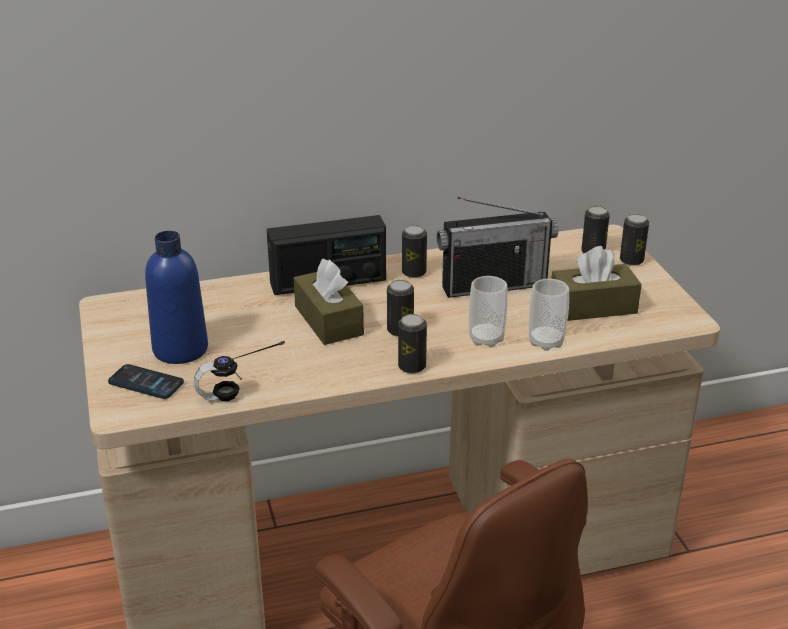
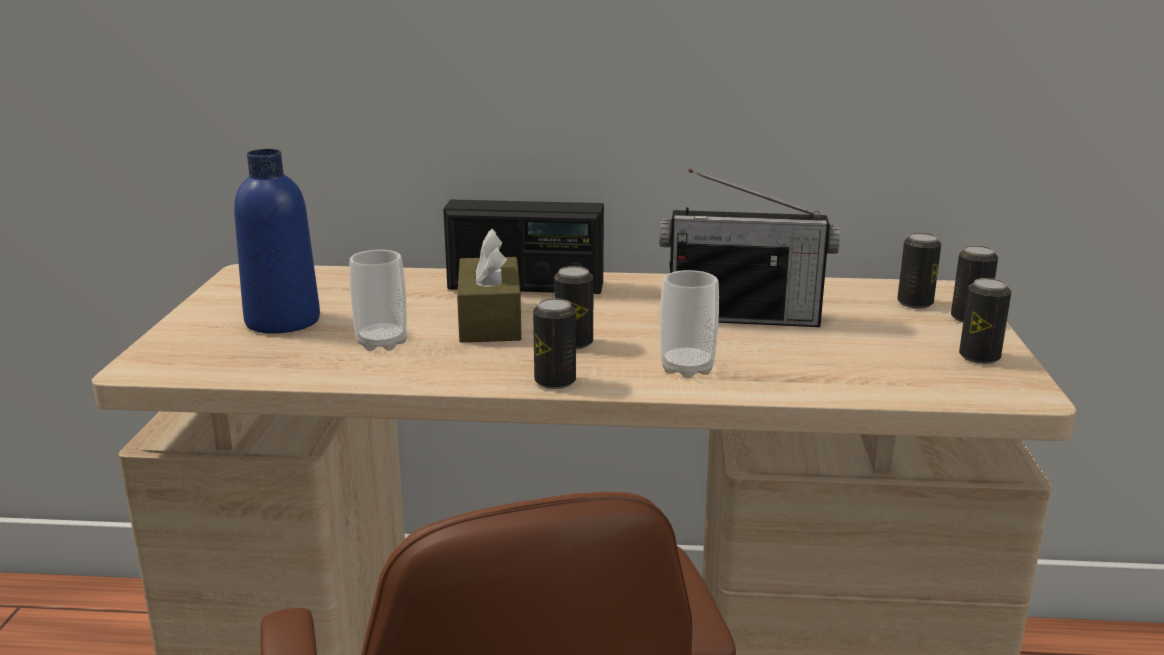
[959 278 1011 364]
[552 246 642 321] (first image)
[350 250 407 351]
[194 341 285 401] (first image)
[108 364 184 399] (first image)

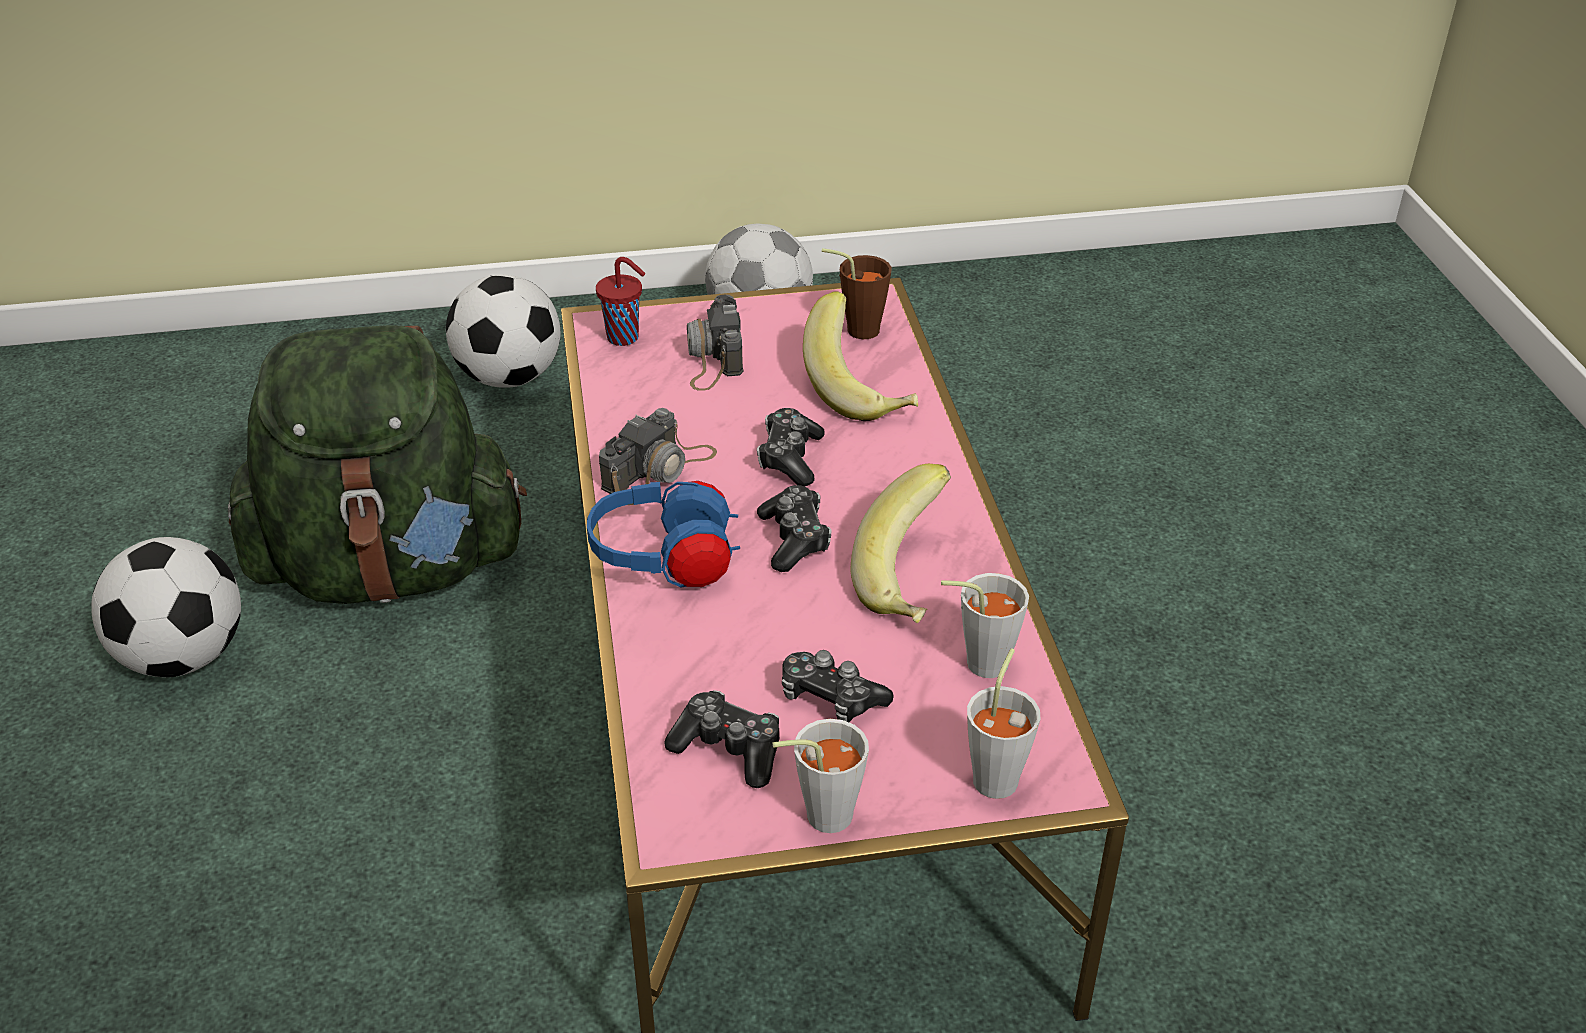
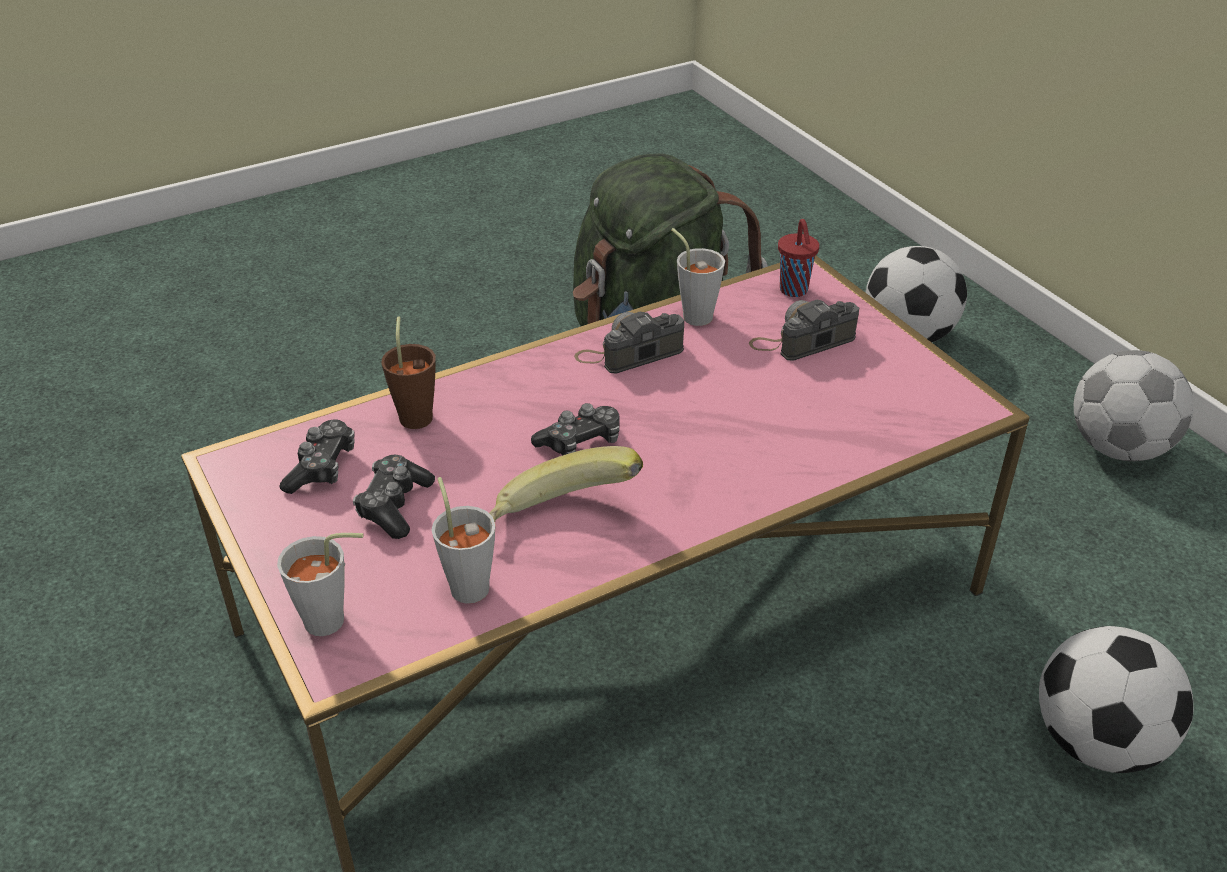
[381 316 436 429]
[803 291 918 421] (first image)
[574 312 684 373]
[757 408 825 486] (first image)
[587 481 740 588] (first image)
[1039 626 1193 773]
[671 228 725 326]

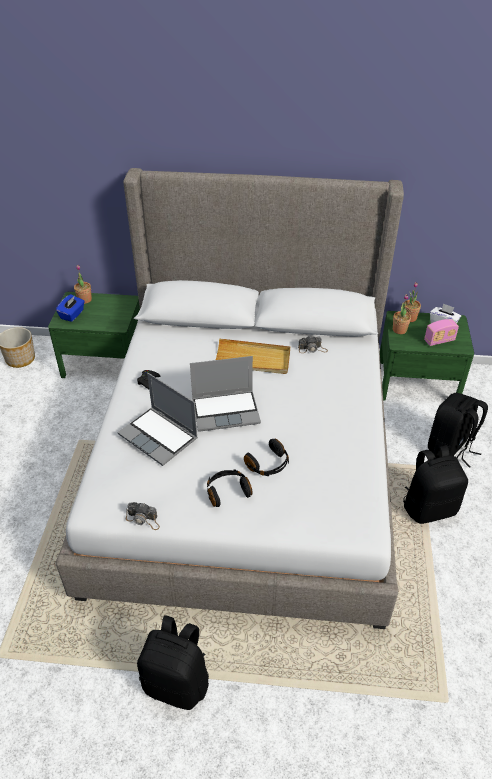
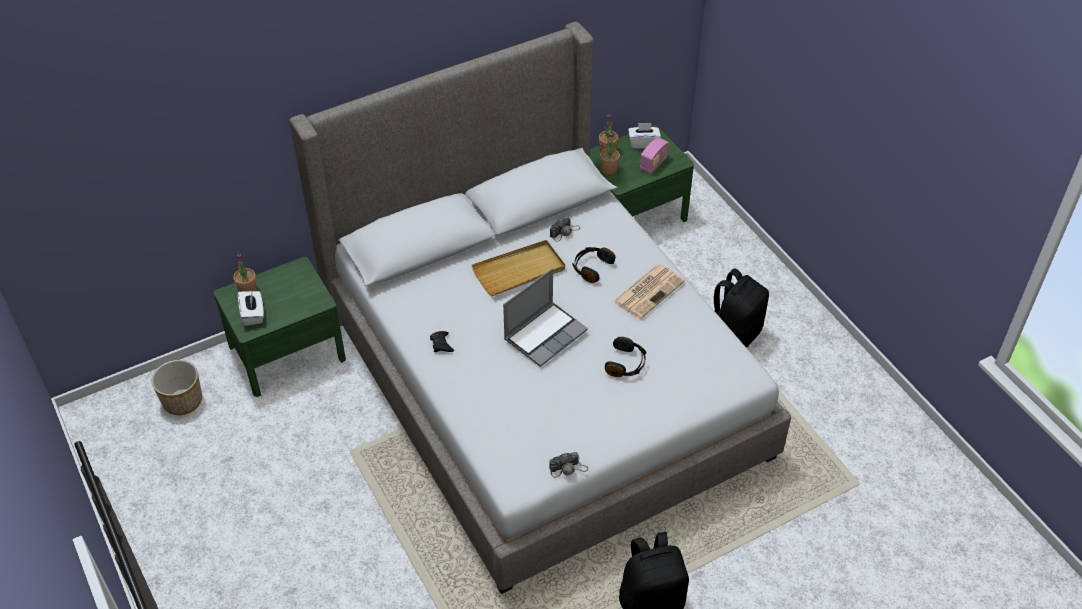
[238 291 264 326]
[118 373 198 466] (first image)
[428 393 488 468] (first image)
[572 247 615 283]
[613 264 685 319]

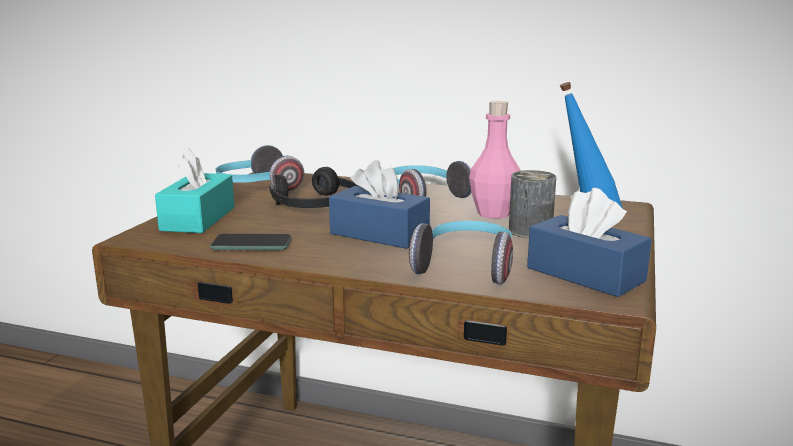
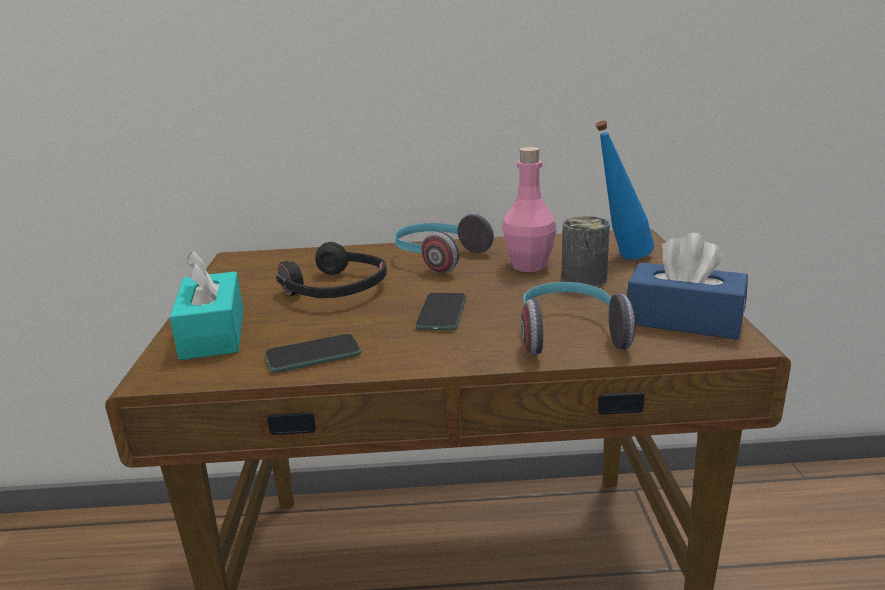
[215 145 304 192] (first image)
[415 293 466 330]

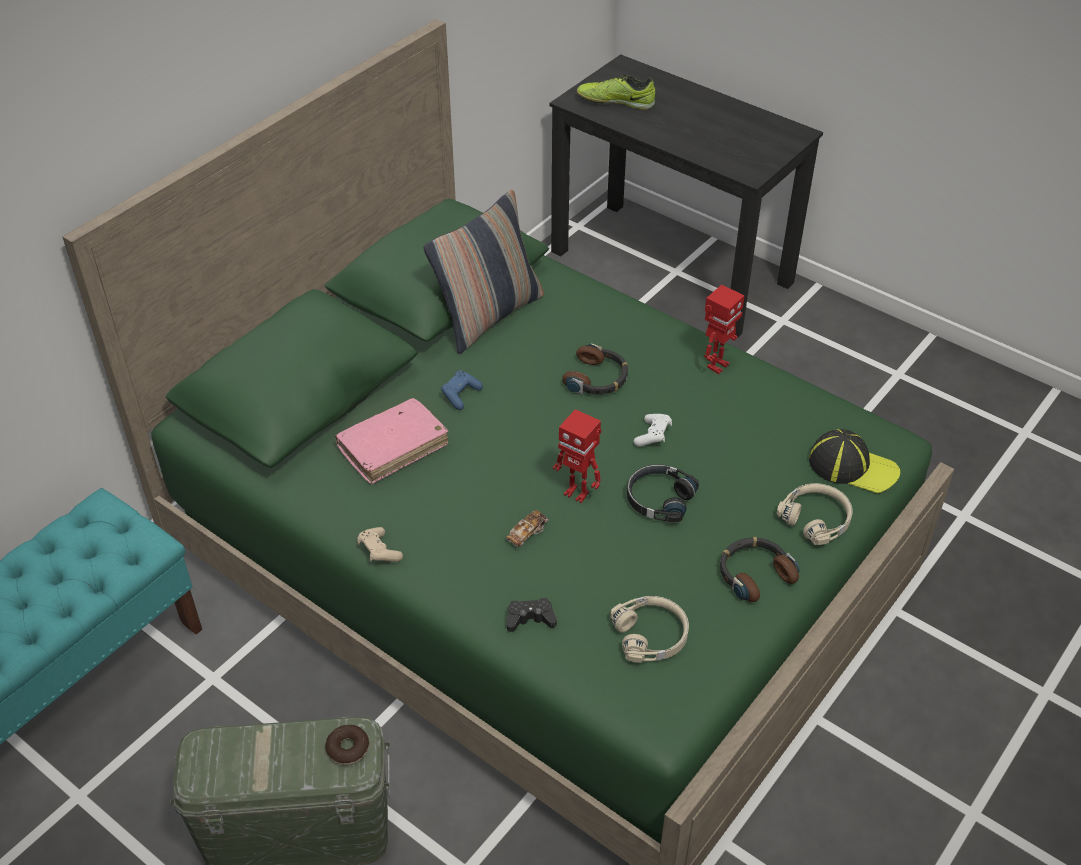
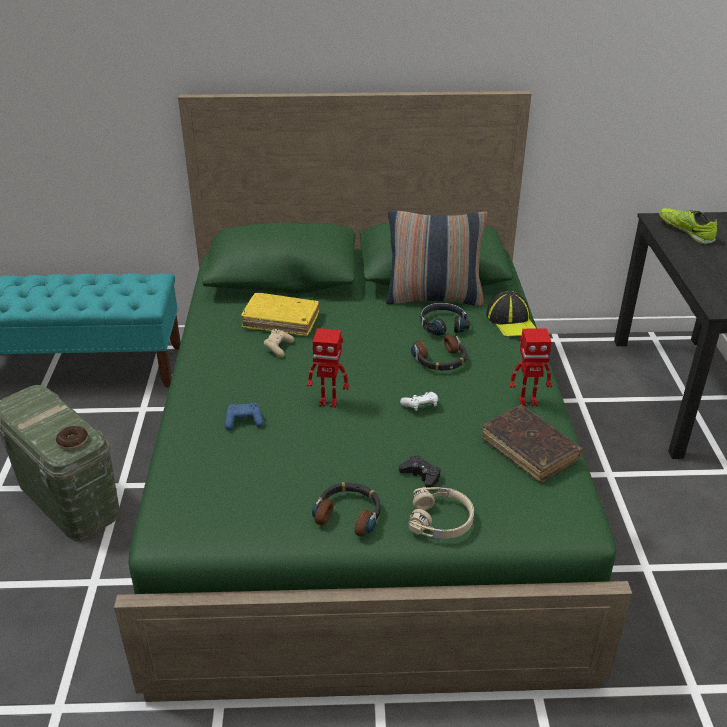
[225 402 264 430]
[241 293 320 336]
[307 328 349 407]
[486 291 537 337]
[421 303 470 335]
[506 510 549 548] (first image)
[264 329 294 358]
[610 596 689 663] (first image)
[399 455 441 488]
[481 405 582 483]

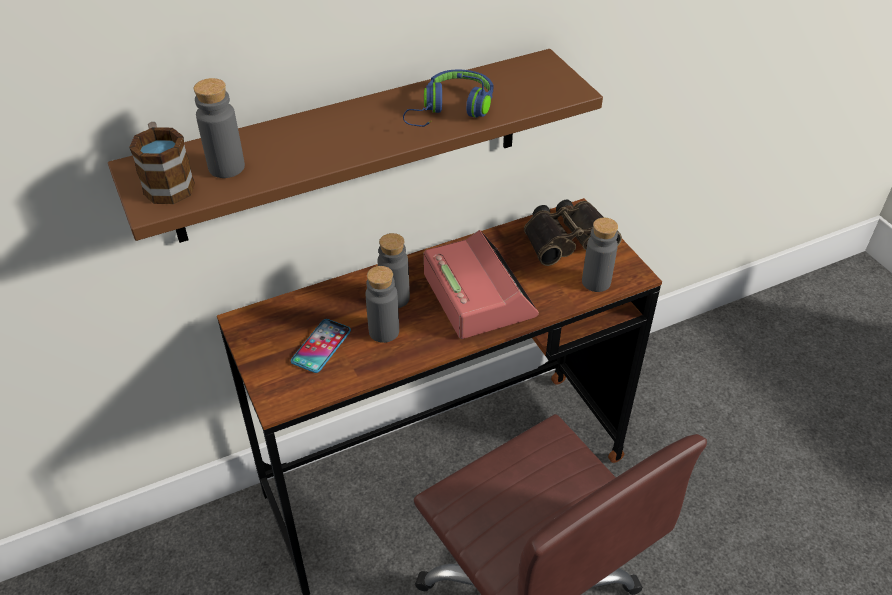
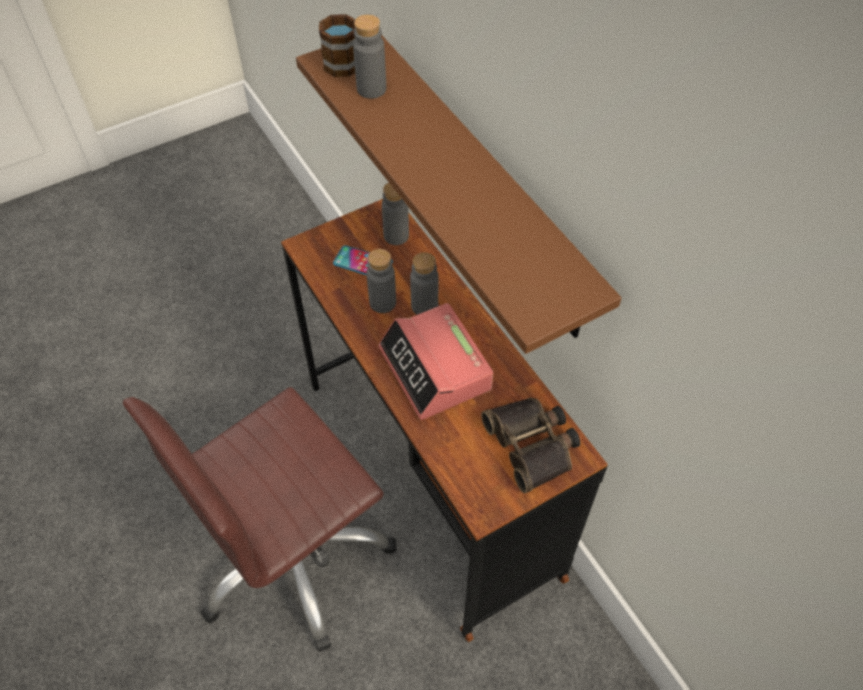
[403 69 494 127] (first image)
[382 183 409 245]
[378 303 493 420]

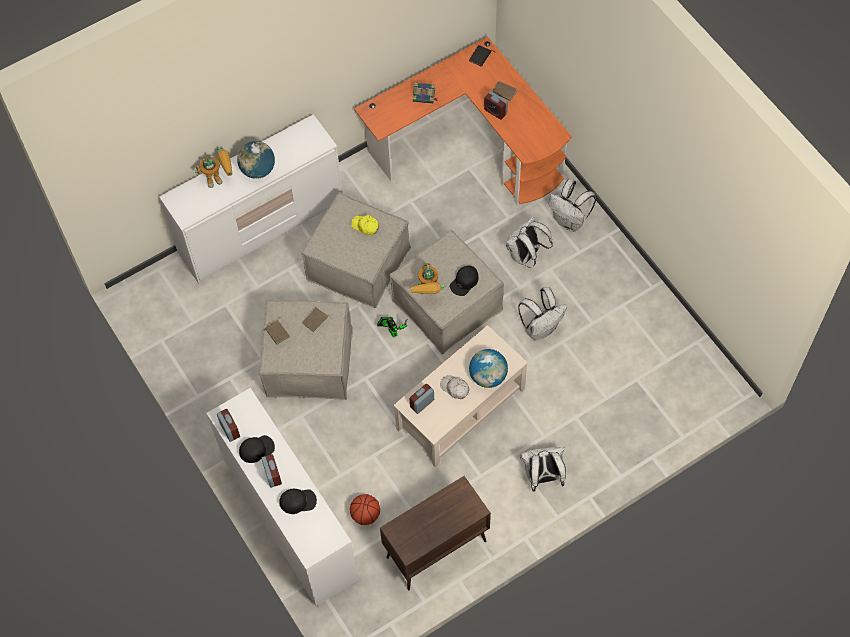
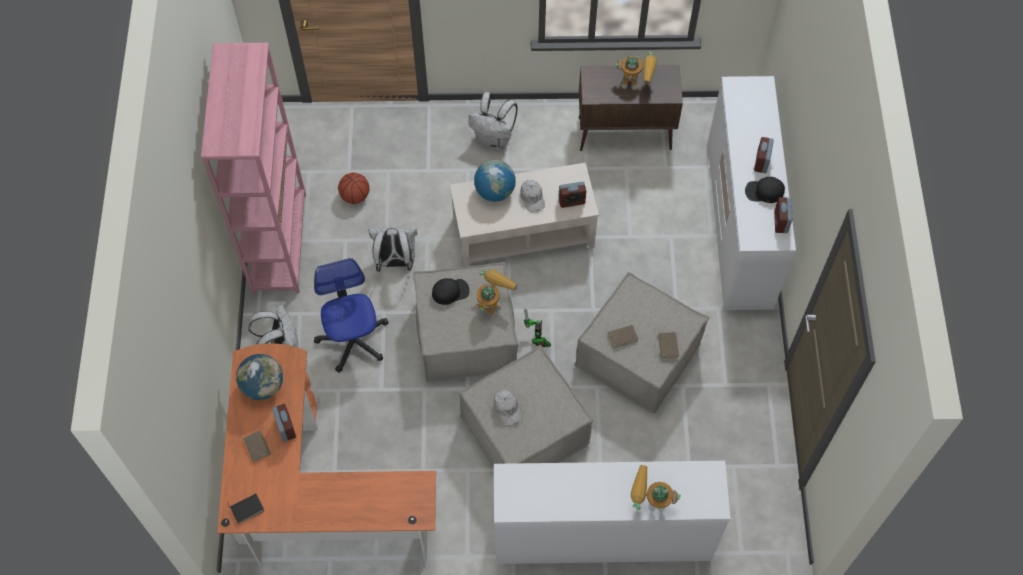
[413 82 438 103] (first image)
[236 354 283 400]
[494 390 523 425]
[314 258 389 373]
[279 489 317 514] (first image)
[338 173 370 204]
[201 43 306 294]
[615 52 657 90]

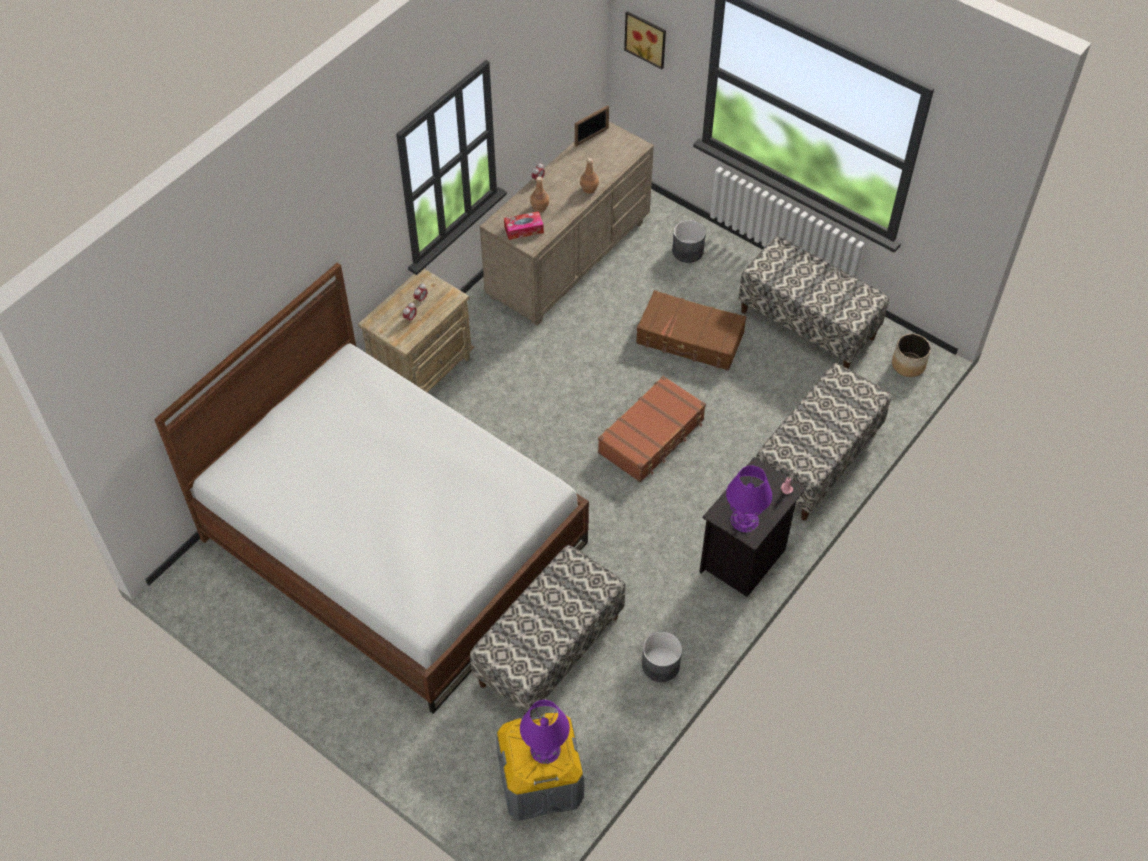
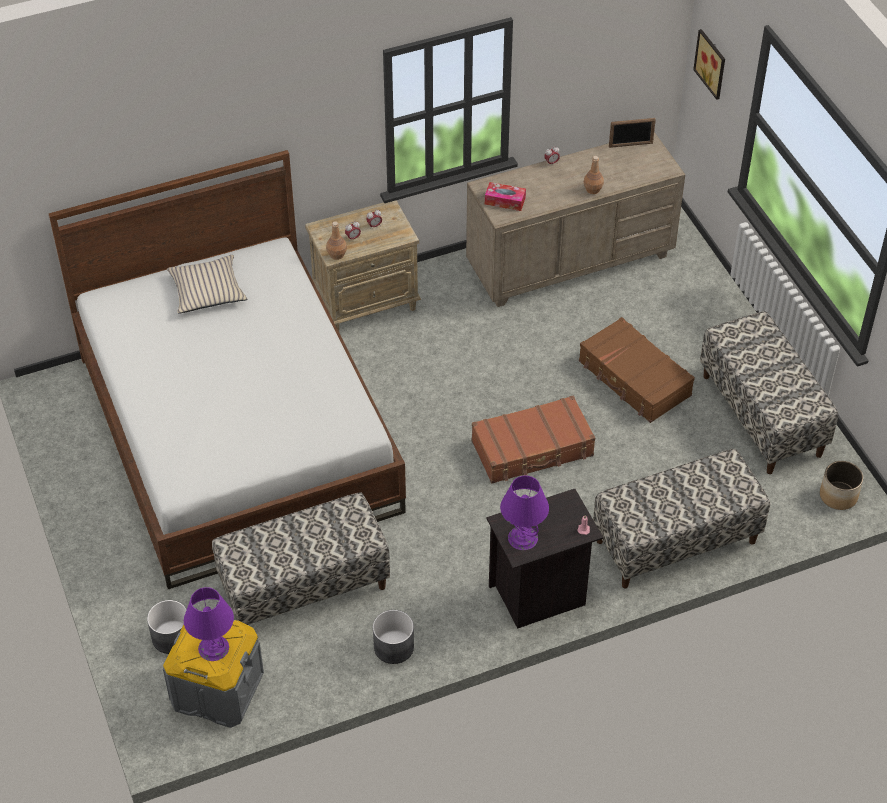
[326 221 347 260]
[147 600 187 654]
[167 255 247 313]

